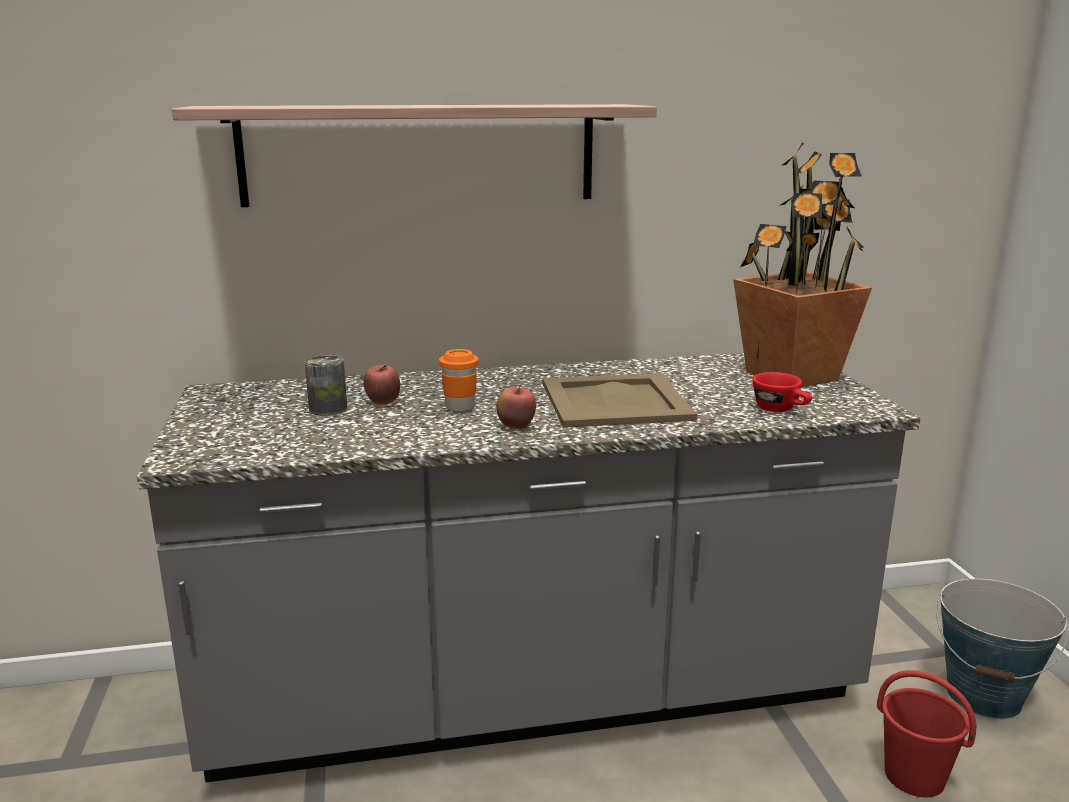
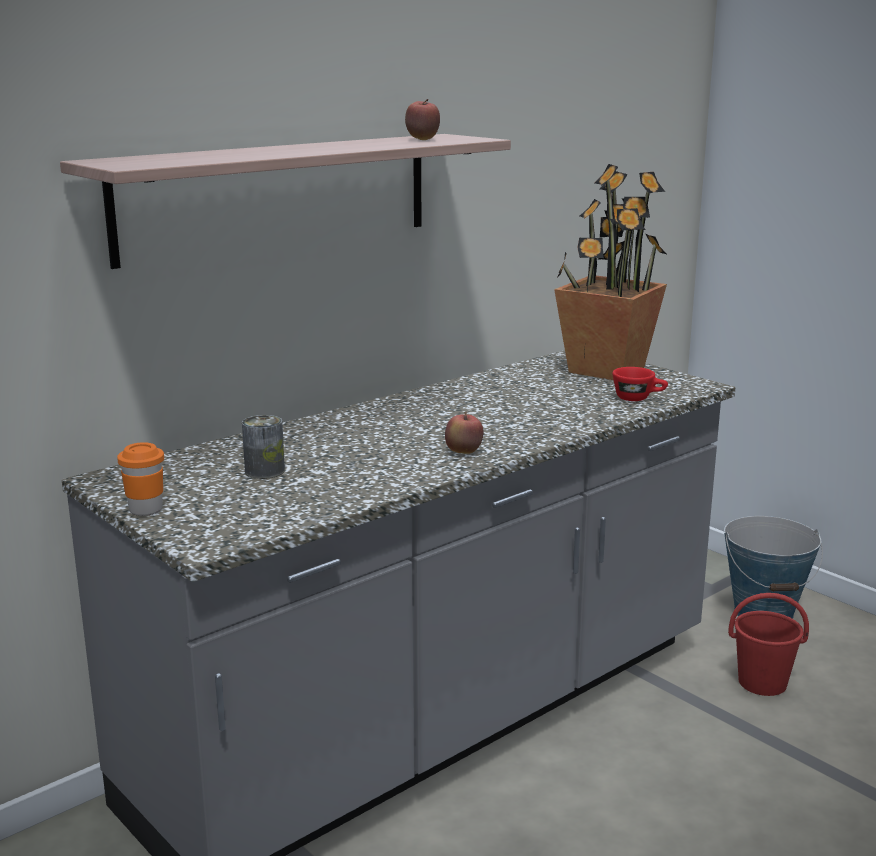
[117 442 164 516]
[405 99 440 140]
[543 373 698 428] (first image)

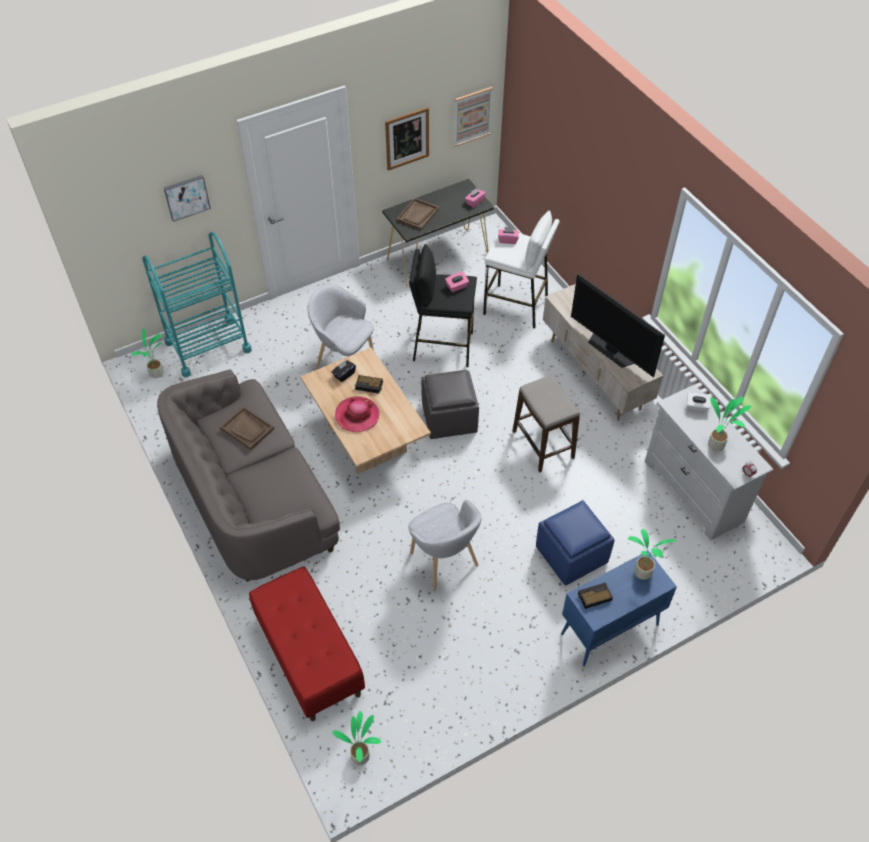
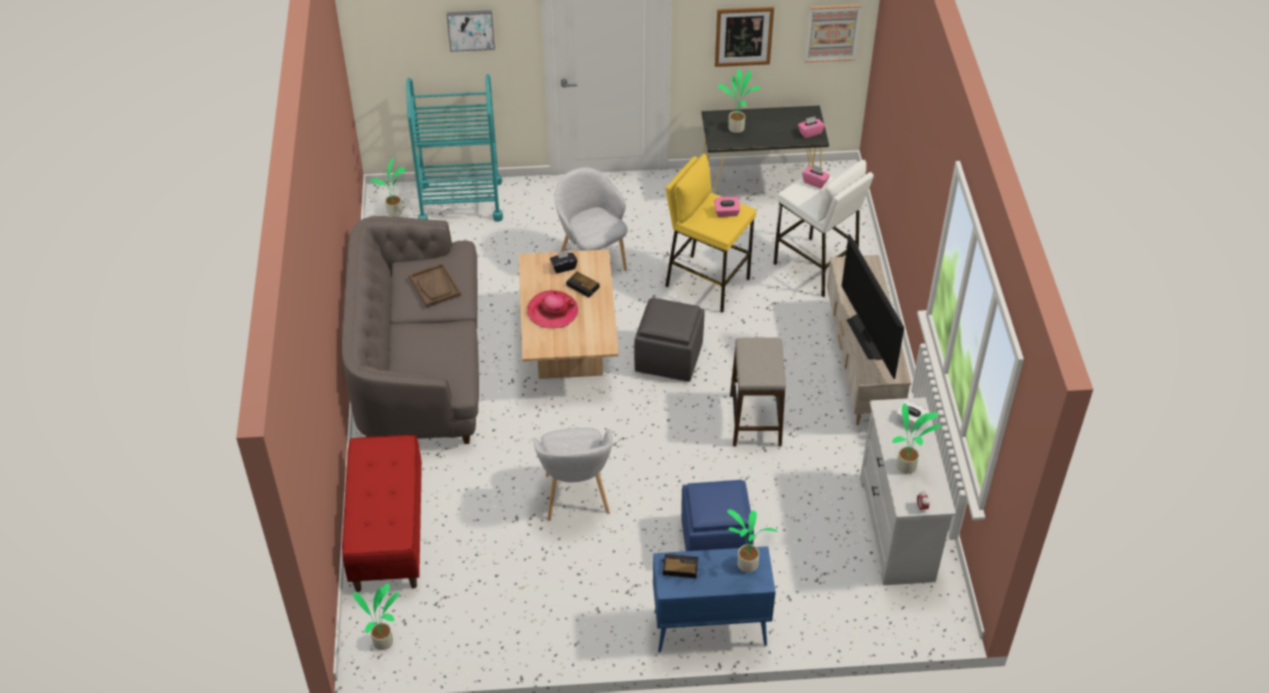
[717 69 761 133]
[665 154 757 313]

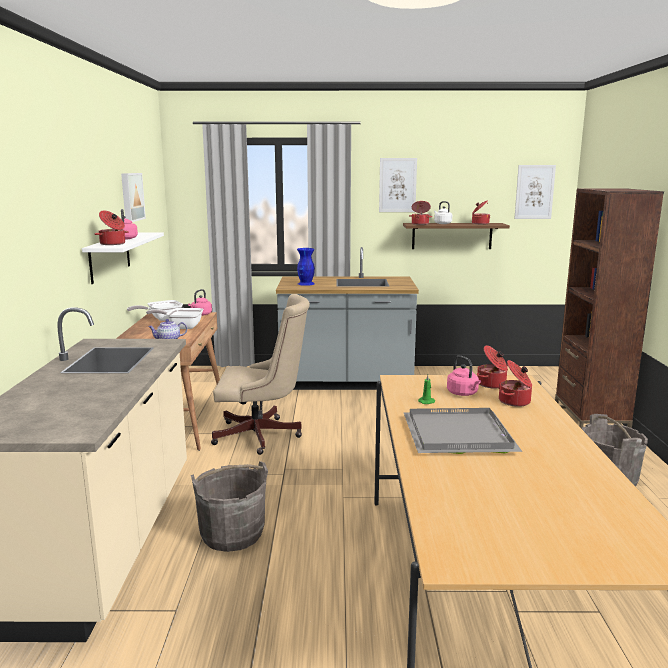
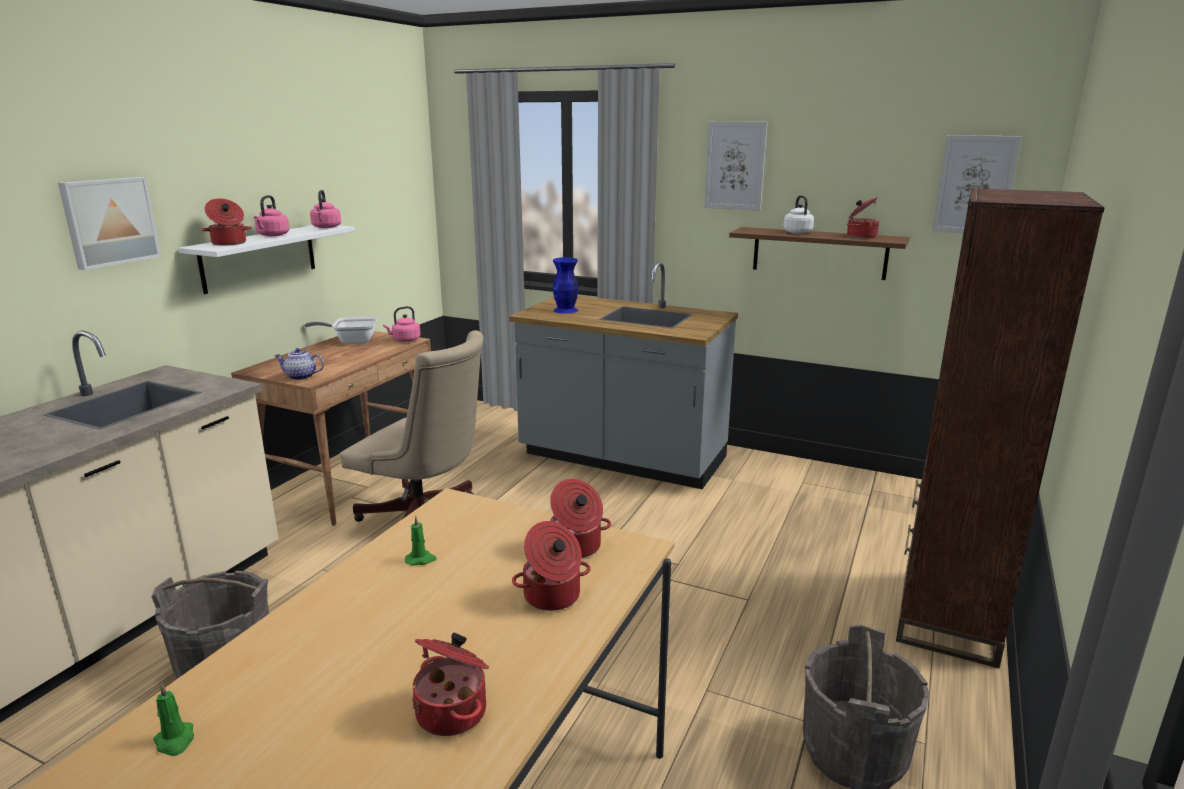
[58 177 161 270]
[412 633 489 736]
[146 308 203 329] (first image)
[310 190 341 228]
[403 408 522 454] (first image)
[153 683 194 756]

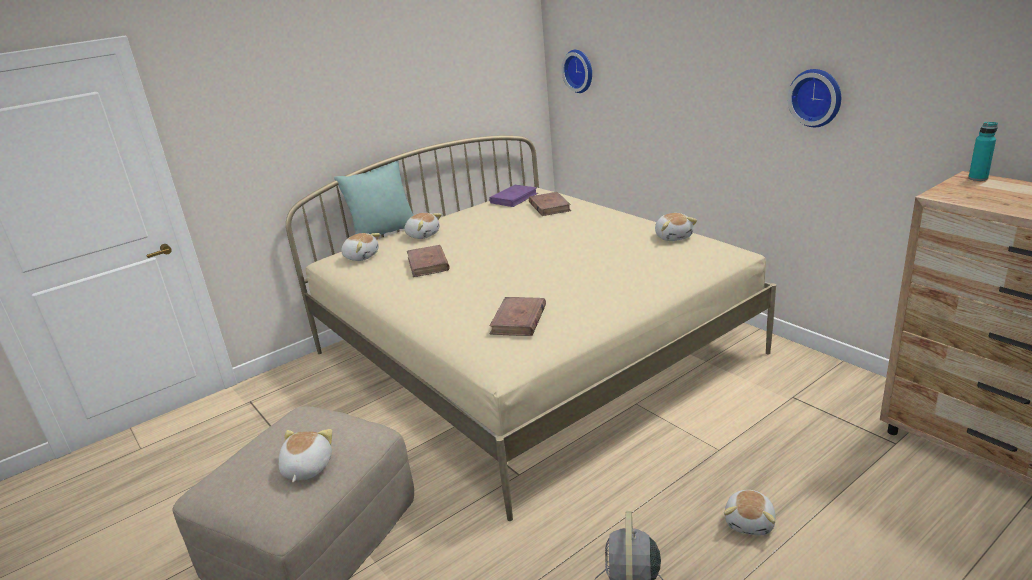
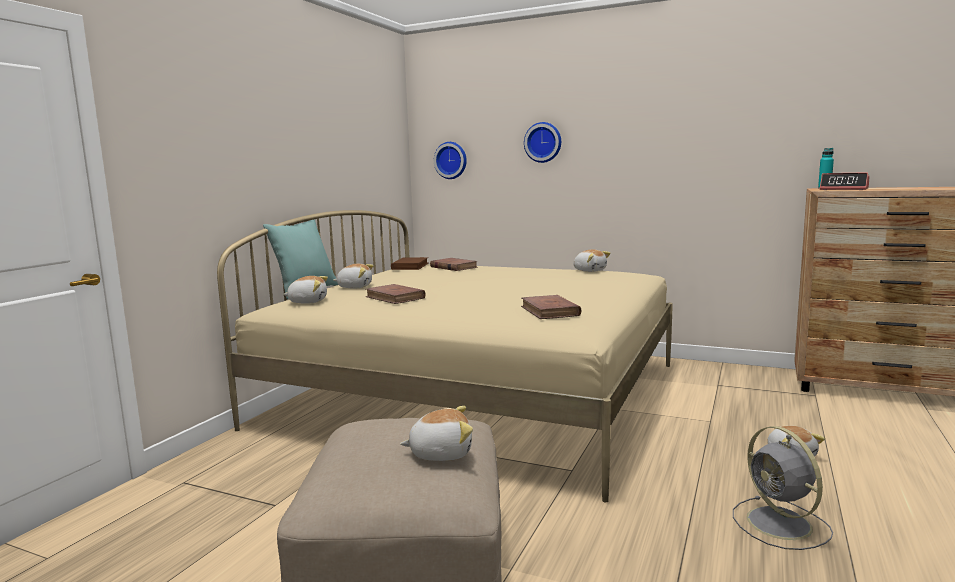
[524 122 561 163]
[391 257 428 270]
[400 406 473 461]
[820 172 870 190]

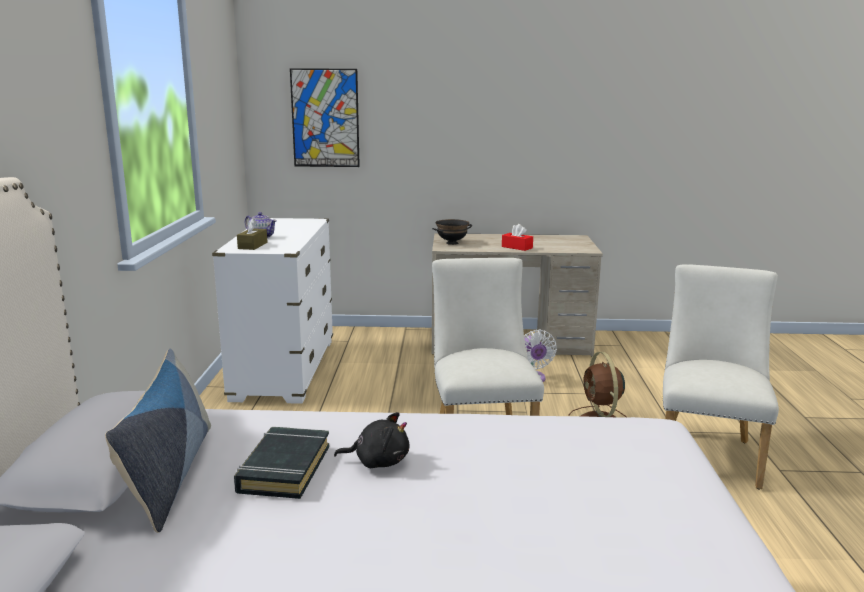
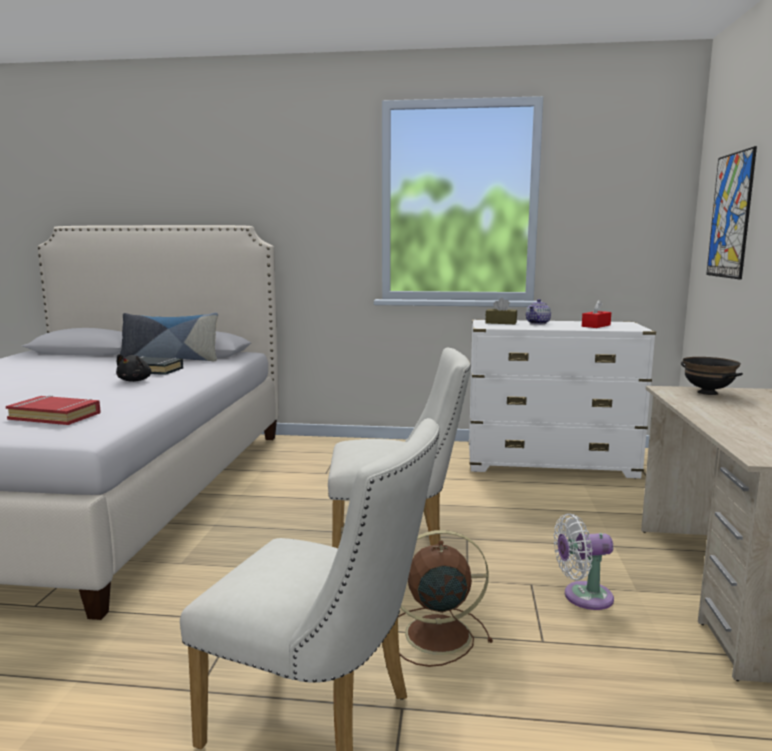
[582 300 611 328]
[6 395 101 425]

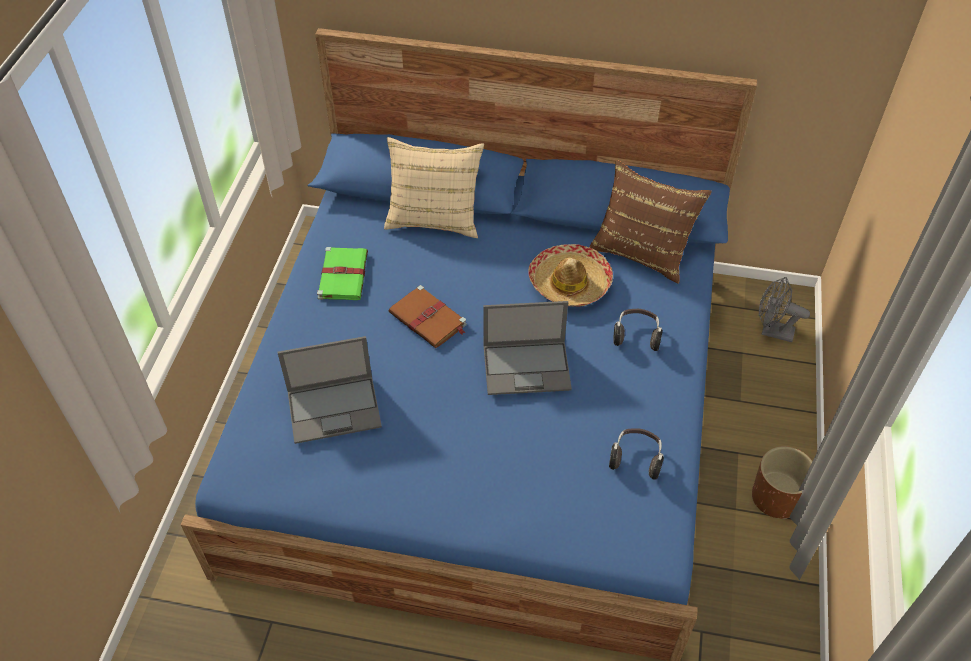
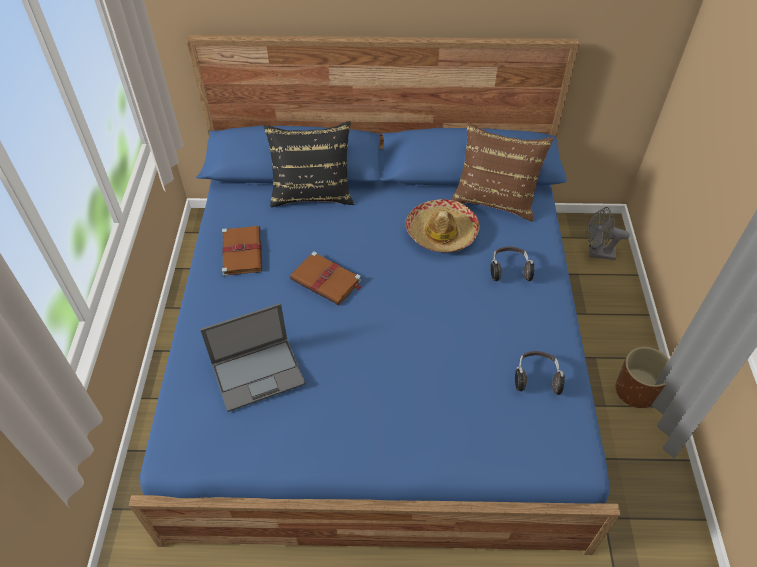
[264 121 354 208]
[222 226 262 276]
[483 301 572 395] (first image)

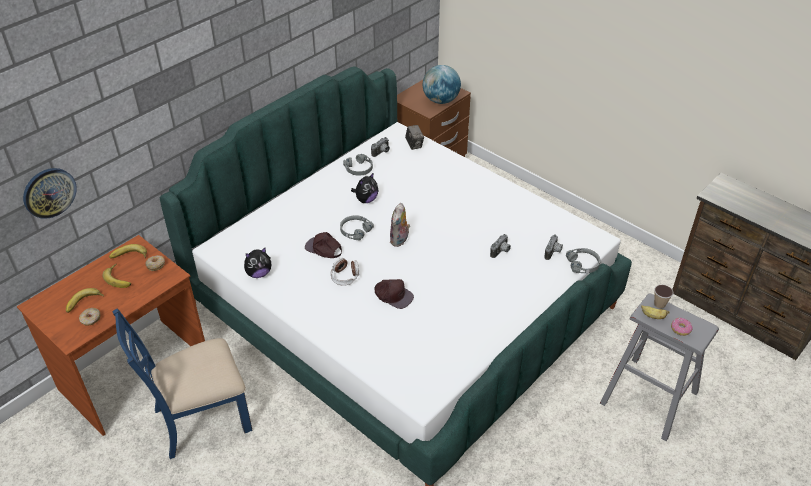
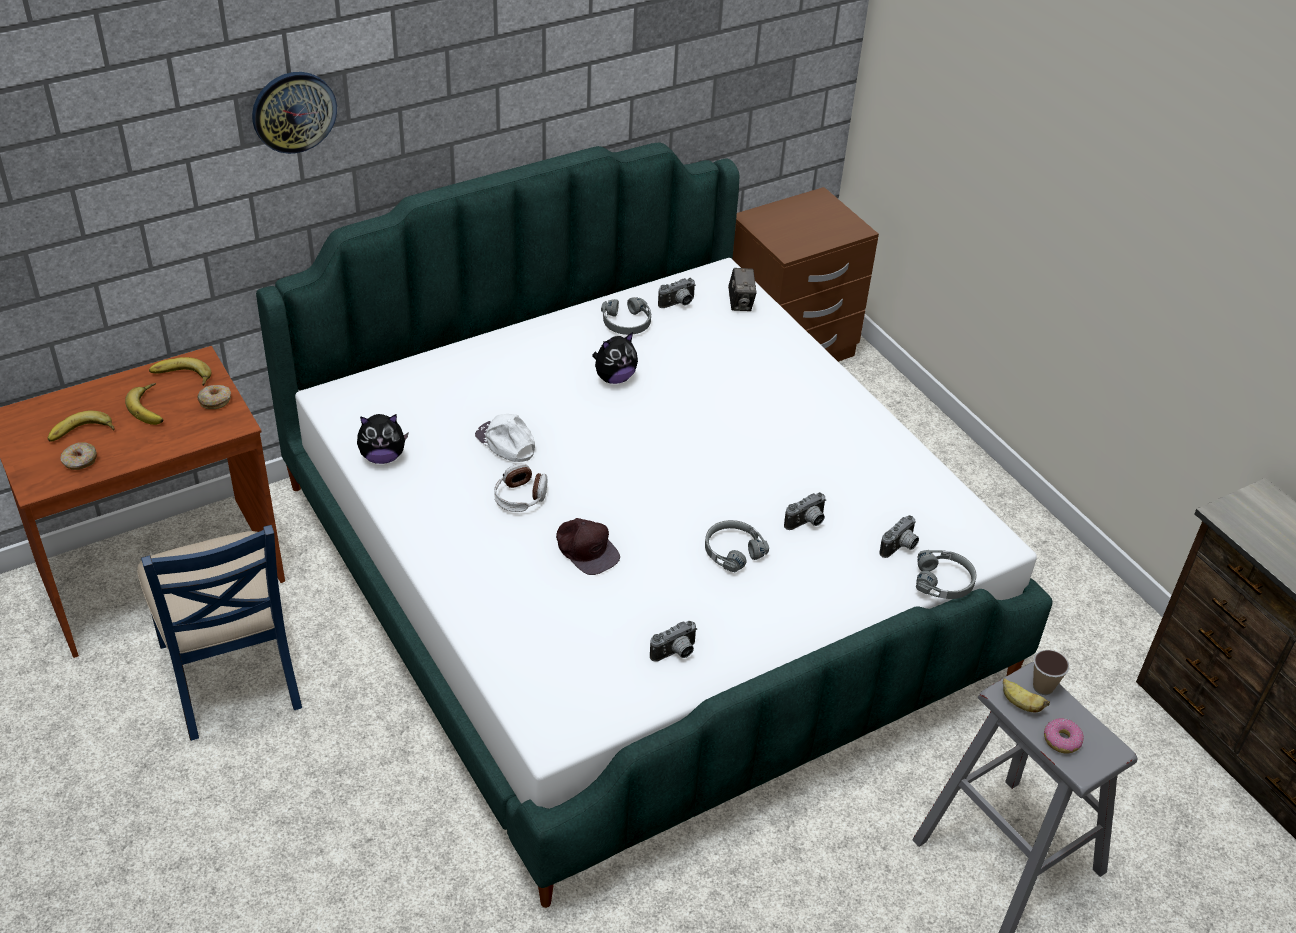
[423 65 461 104] (first image)
[252 72 337 154]
[390 203 410 247] (first image)
[705 520 769 572]
[475 414 535 462]
[137 525 302 741]
[650 621 697 662]

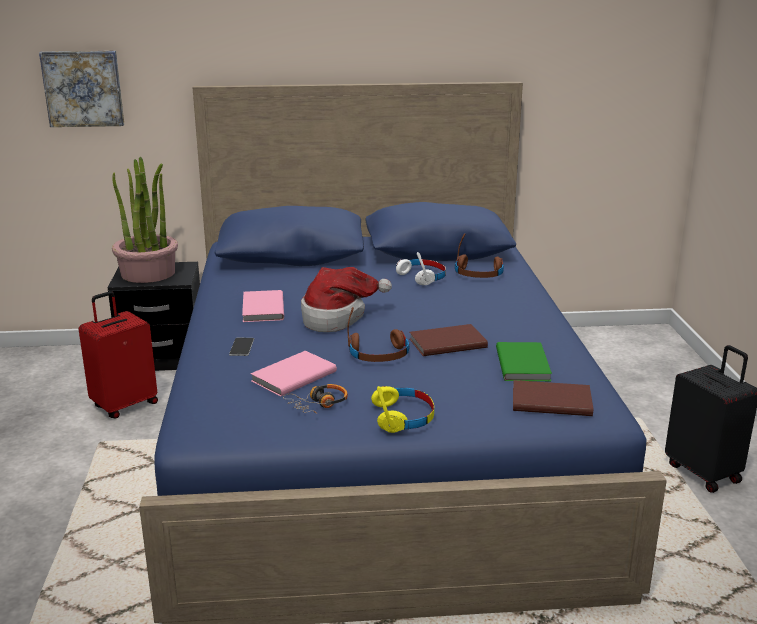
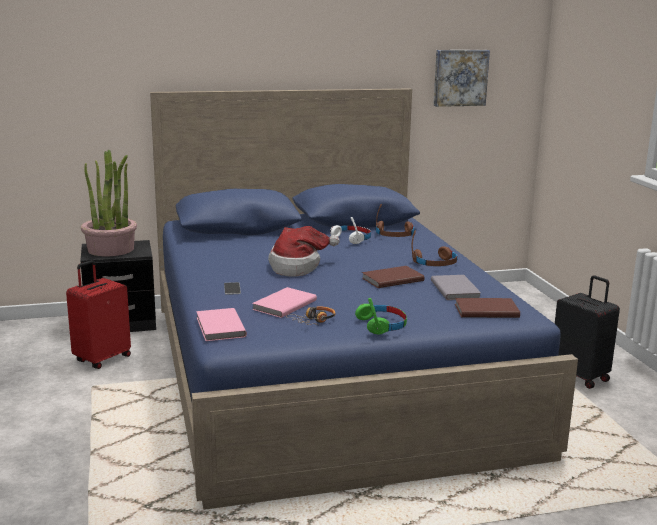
[433 50 490 107]
[196 308 247 341]
[412 231 458 266]
[431 275 481 300]
[355 298 407 335]

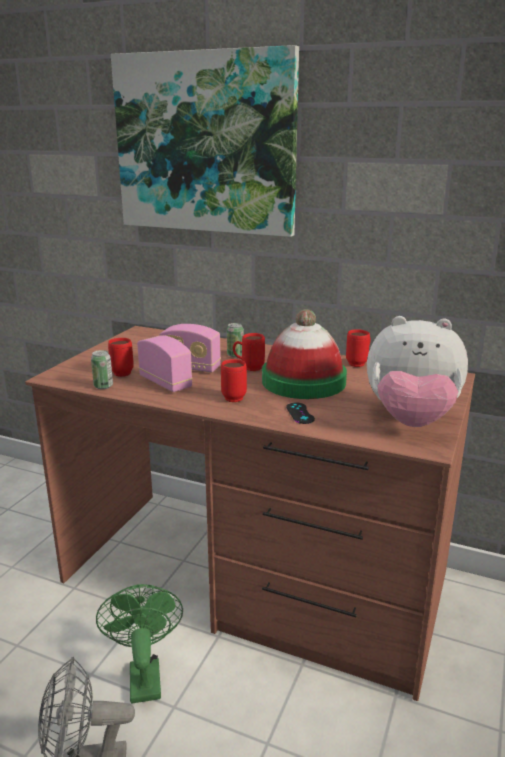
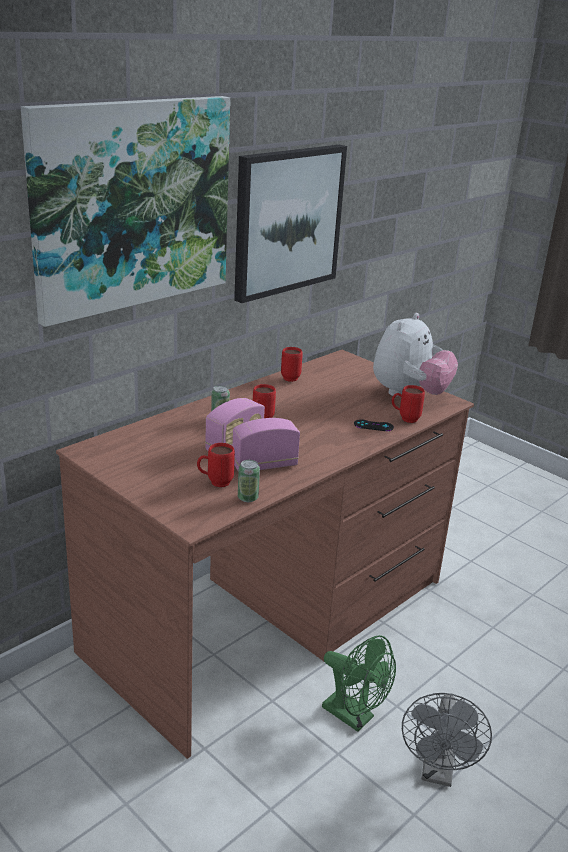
[262 309 347 399] (first image)
[392 385 425 423]
[322 635 396 732]
[234 145 347 303]

